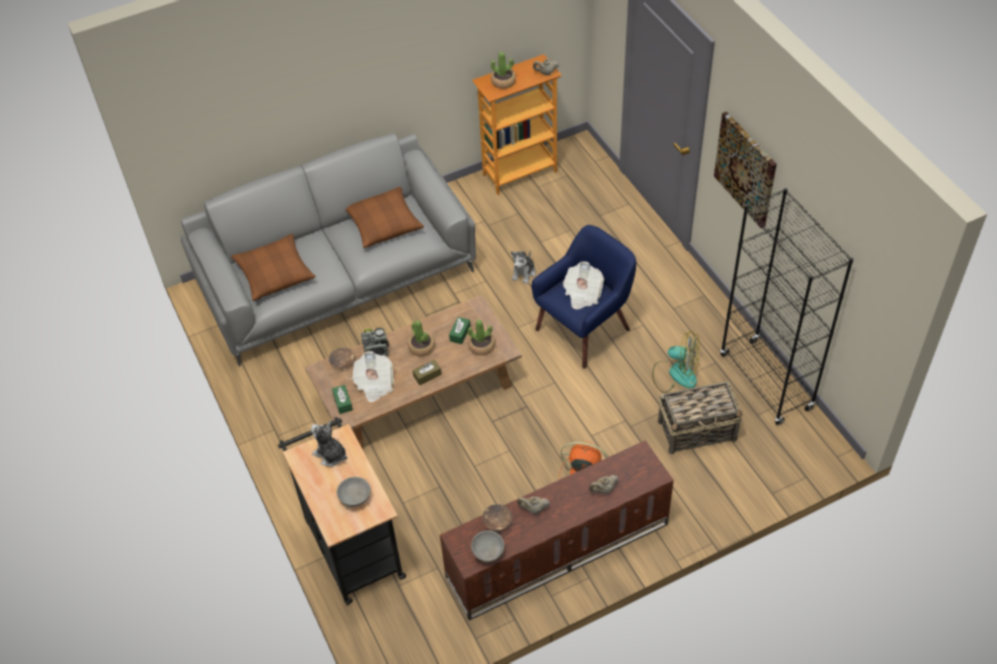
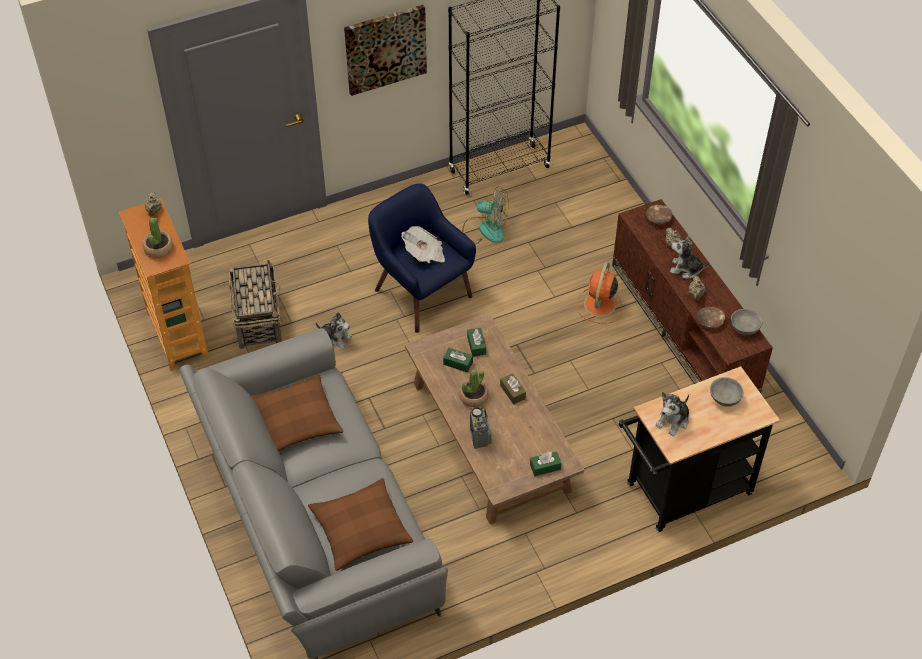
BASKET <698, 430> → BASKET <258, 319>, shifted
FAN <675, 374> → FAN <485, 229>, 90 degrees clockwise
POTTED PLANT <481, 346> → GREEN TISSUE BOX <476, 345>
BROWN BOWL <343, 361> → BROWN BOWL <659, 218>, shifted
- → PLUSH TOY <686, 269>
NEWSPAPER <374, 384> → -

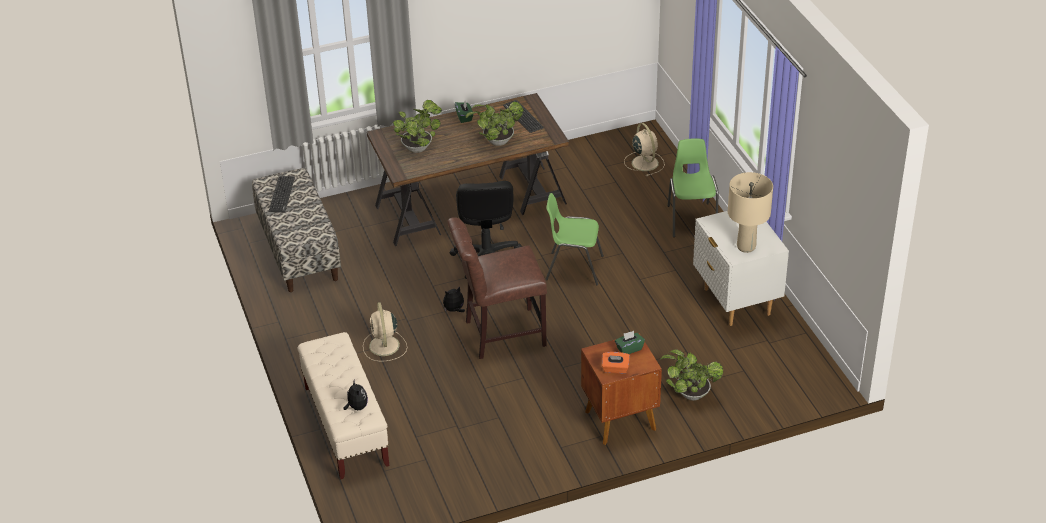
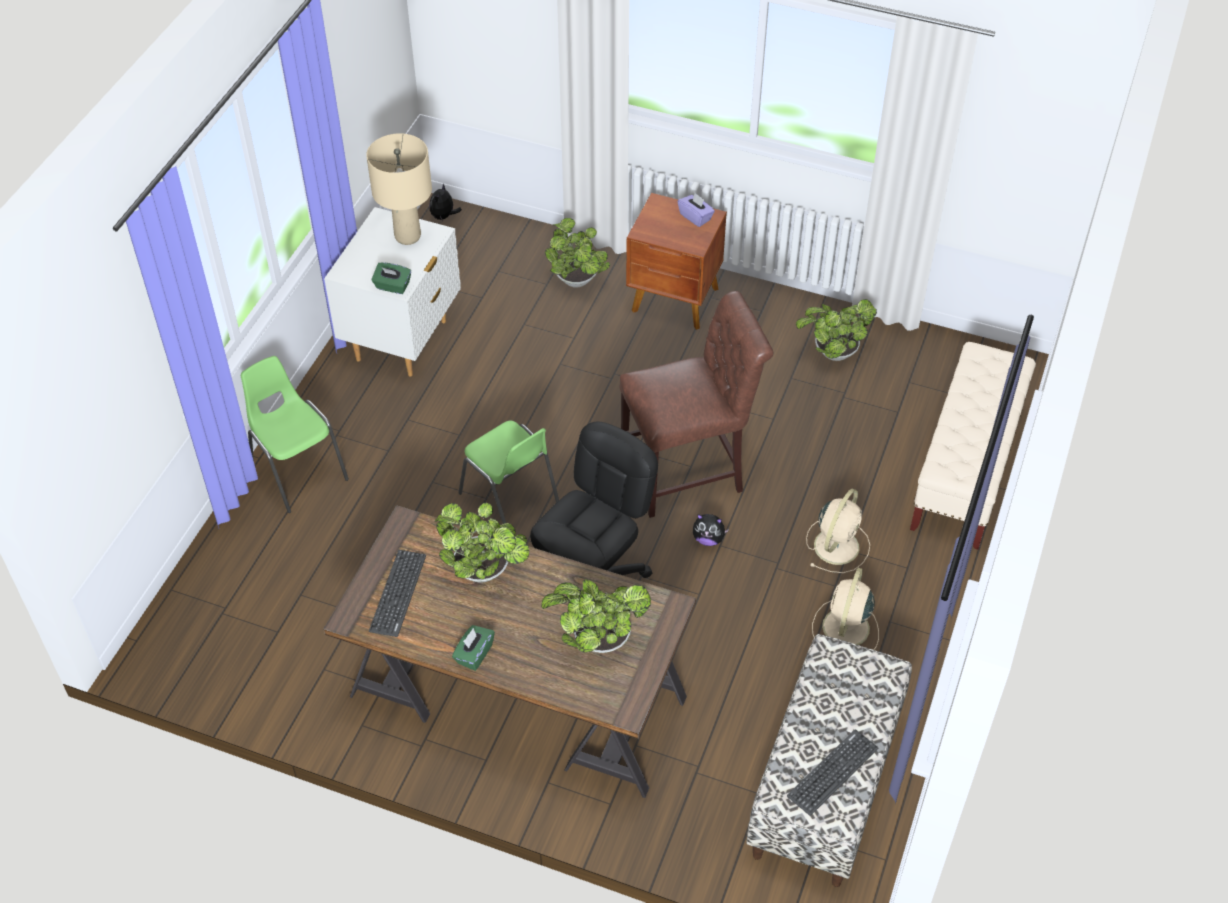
GREEN CHAIR <691, 219> → GREEN CHAIR <298, 471>, 105 degrees clockwise
GREEN TISSUE BOX <629, 348> → GREEN TISSUE BOX <392, 286>, shifted
PLUSH TOY <356, 407> → PLUSH TOY <444, 216>, shifted
BROWN CHAIR <500, 334> → BROWN CHAIR <689, 472>, 45 degrees counterclockwise
ORANGE TISSUE BOX <615, 369> → PURPLE TISSUE BOX <695, 217>
- → POTTED PLANT <832, 353>
BEIGE FAN <644, 162> → BEIGE FAN <845, 629>, shifted

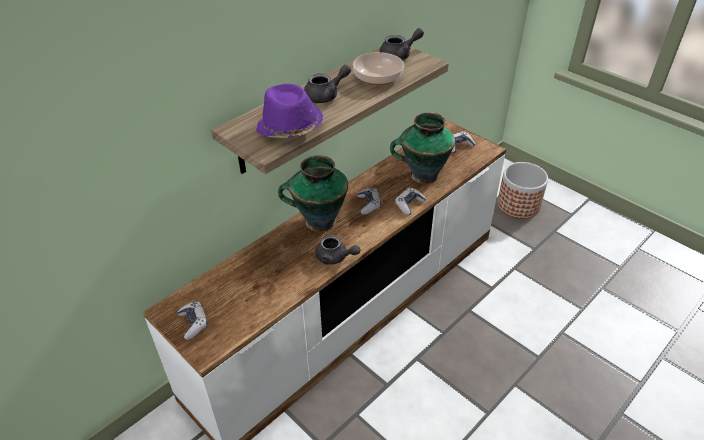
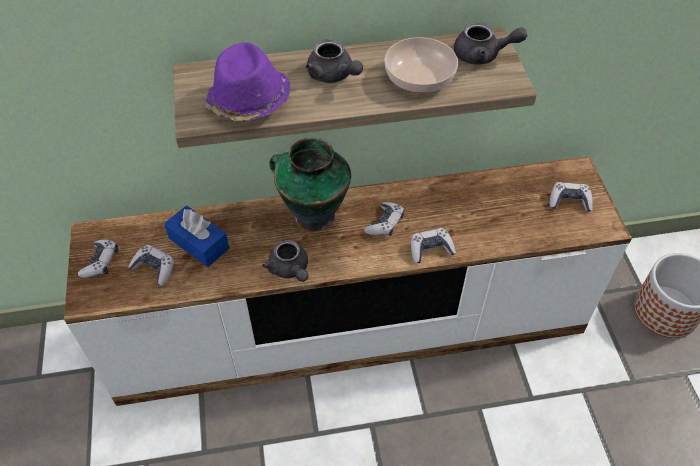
- → GAME CONTROLLER <154, 268>
- → BLUE TISSUE BOX <199, 243>
GREY TEAPOT <326, 96> → GREY TEAPOT <333, 76>, 45 degrees clockwise
VASE <422, 175> → -

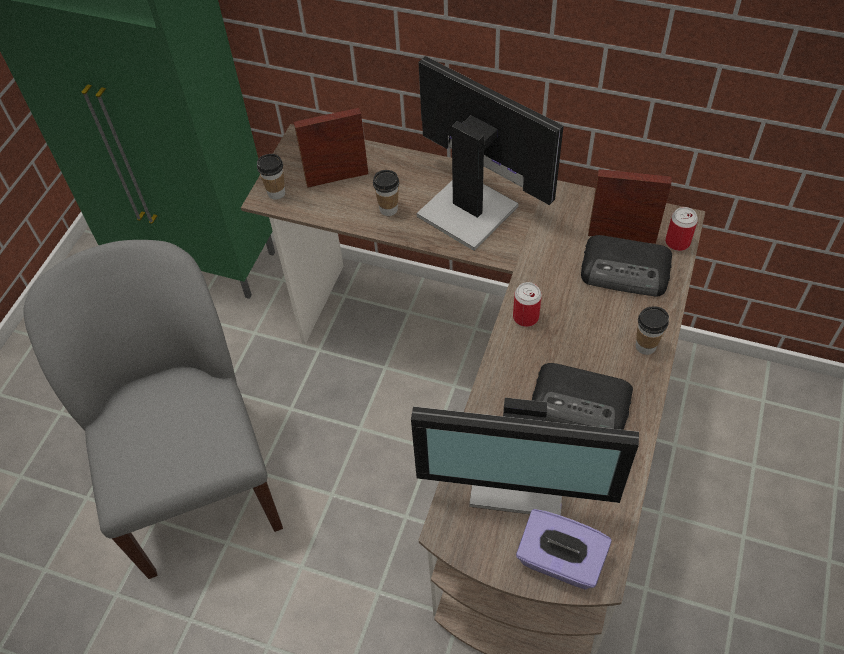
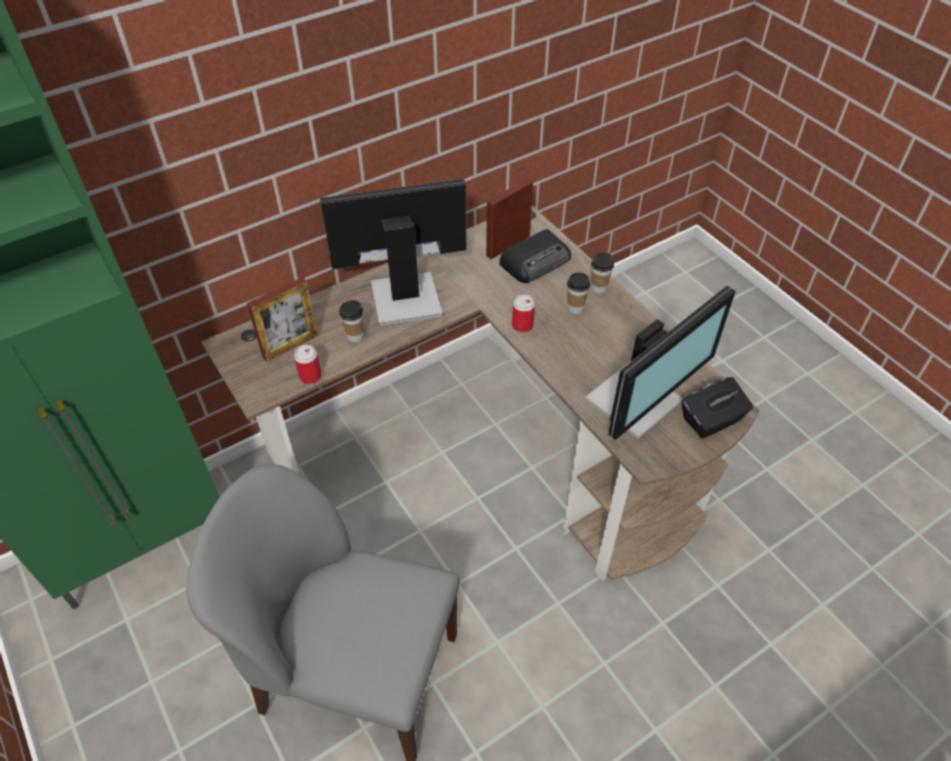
PICTURE FRAME <337, 178> → PICTURE FRAME <290, 346>, 150 degrees counterclockwise
CAN <677, 242> → CAN <310, 376>, shifted
CUP <276, 193> → CUP <575, 308>, shifted
PURPLE TISSUE BOX <560, 561> → BLACK TISSUE BOX <712, 420>
RADIO <582, 404> → -

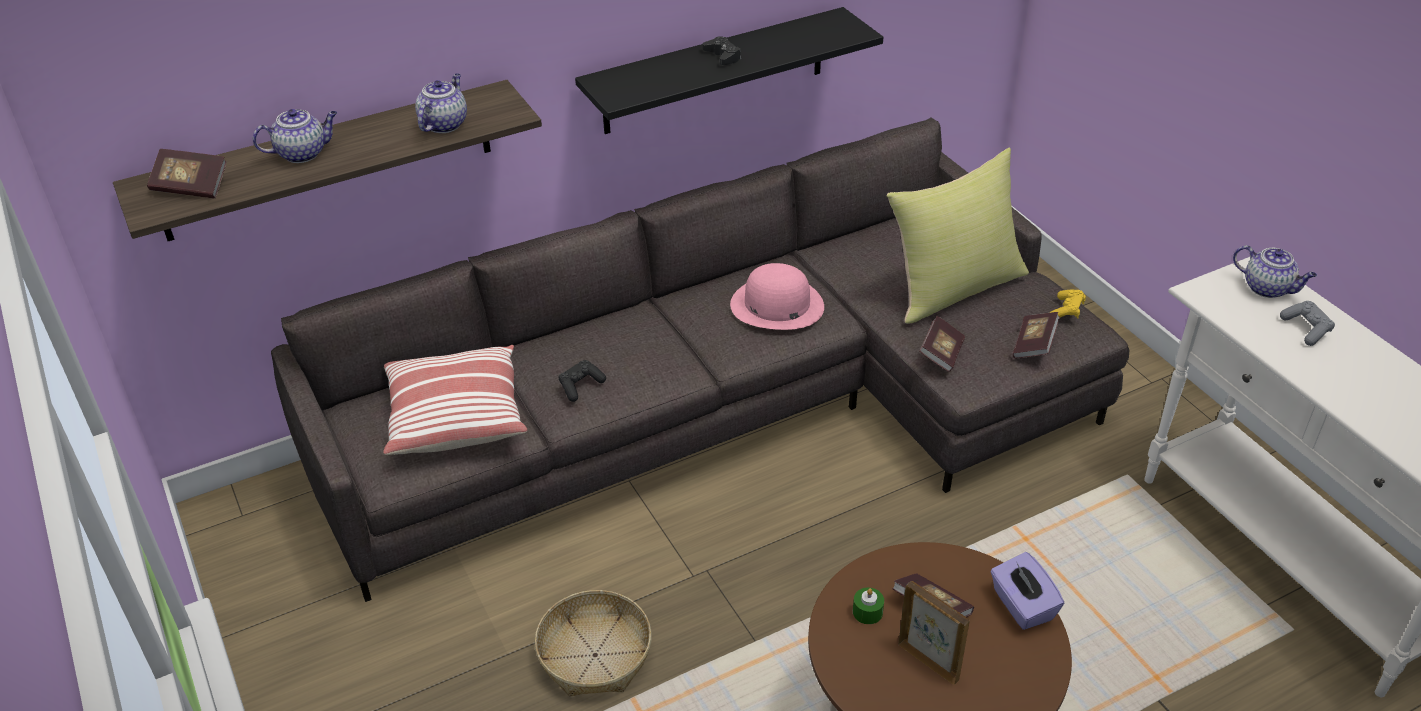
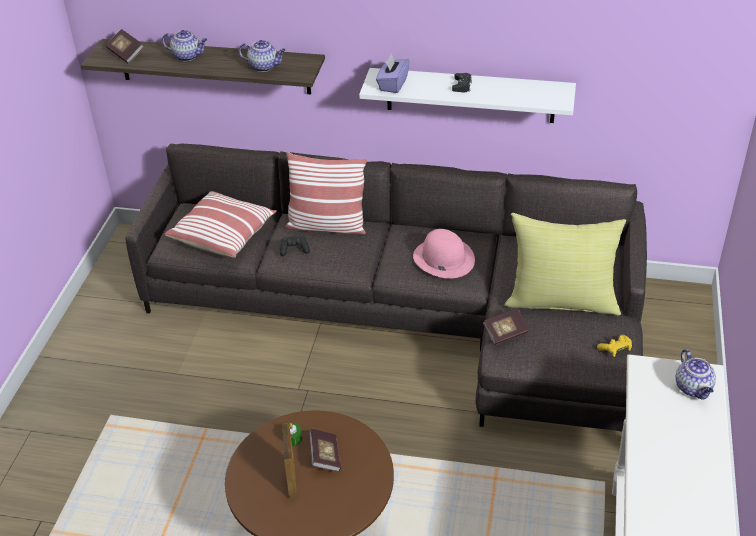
TEAPOT <444, 124> → TEAPOT <264, 66>, 45 degrees clockwise
- → PILLOW <327, 225>
BLACK SHELF <714, 71> → WHITE SHELF <470, 95>
PURPLE TISSUE BOX <1021, 606> → PURPLE TISSUE BOX <392, 84>, shifted
BASKET <594, 655> → -
BOOK <1034, 345> → -
GREY GAME CONTROLLER <1306, 329> → -

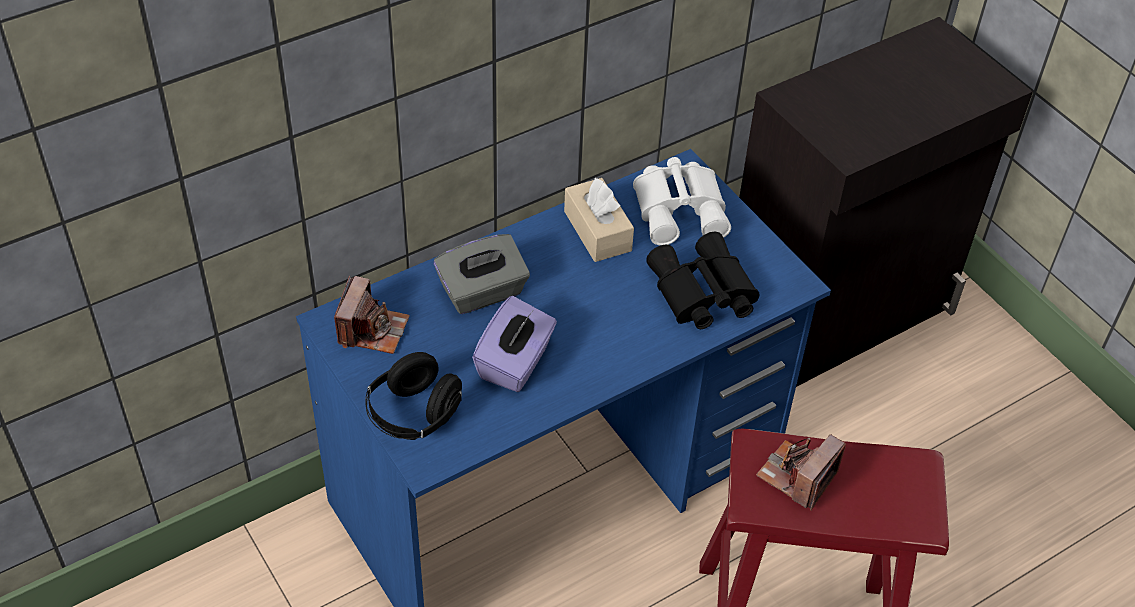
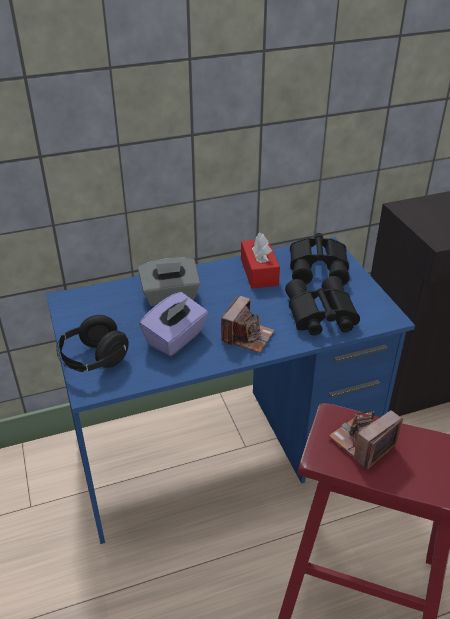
PHOTO CAMERA <372, 330> → PHOTO CAMERA <247, 336>, shifted
BEIGE TISSUE BOX <597, 231> → RED TISSUE BOX <259, 272>
WHITE BINOCULARS <681, 209> → BLACK BINOCULARS <319, 267>

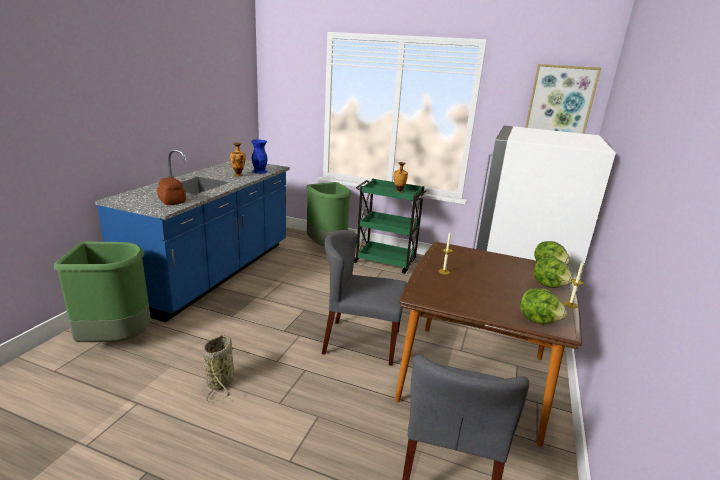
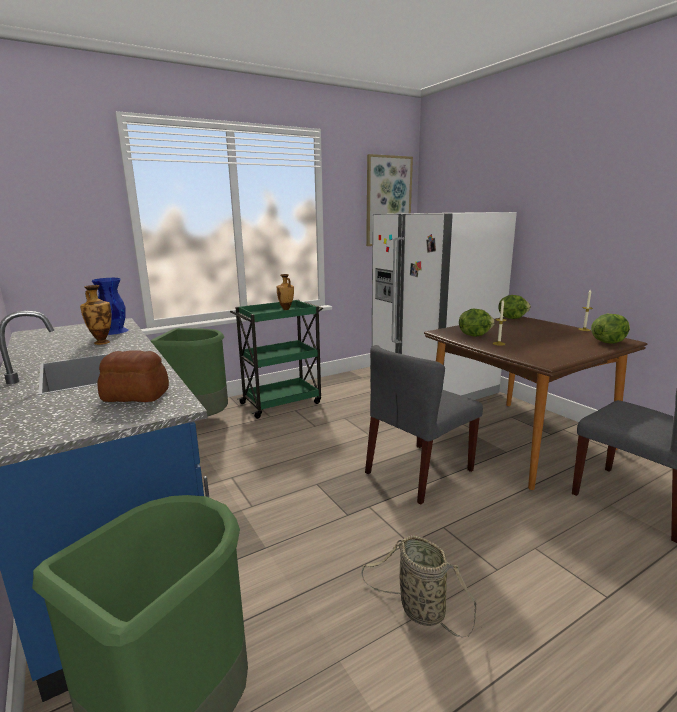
LETTUCE <549, 285> → LETTUCE <474, 335>, shifted

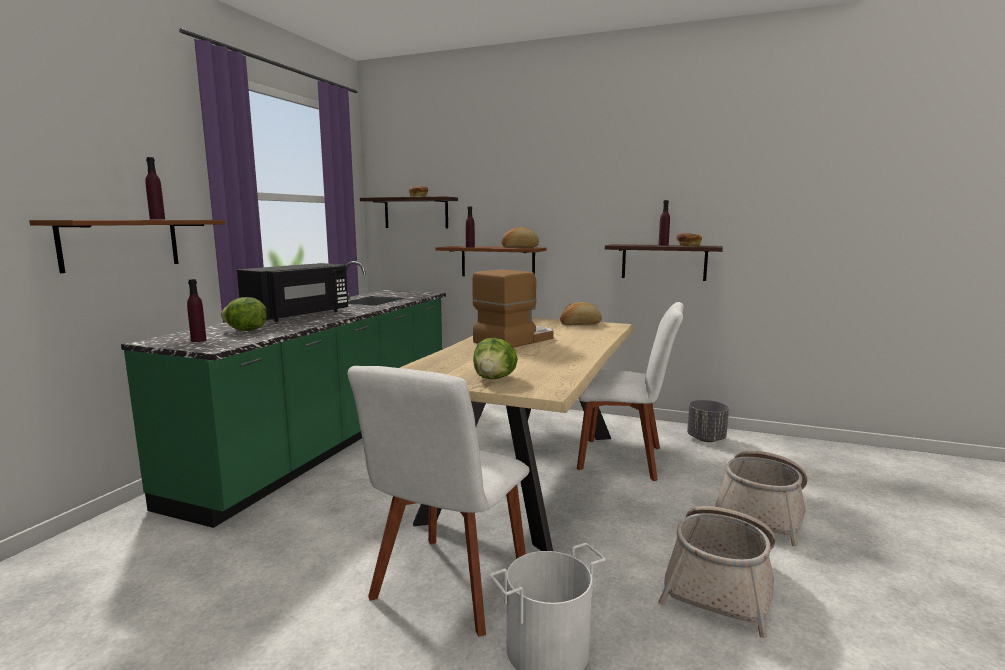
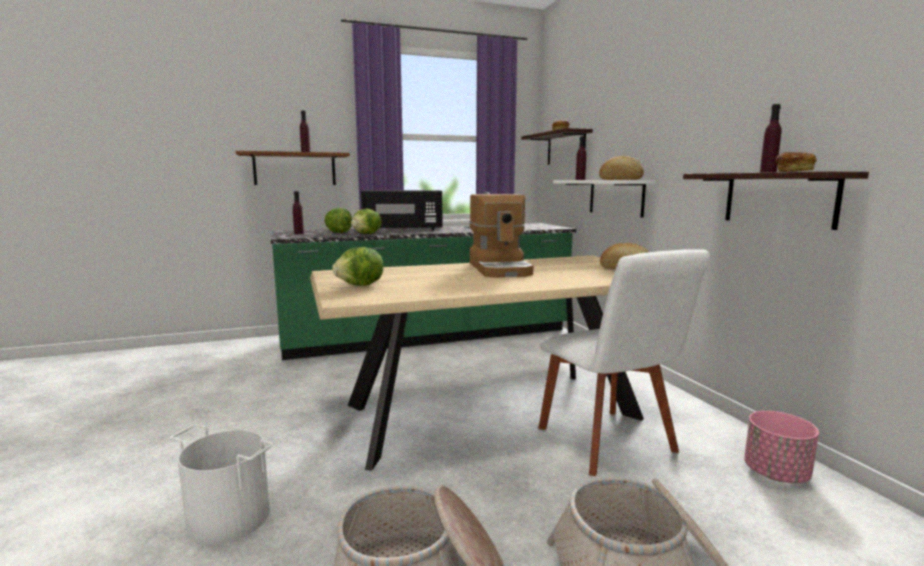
- → LETTUCE <367, 234>
COFFEE MACHINE <514, 340> → COFFEE MACHINE <501, 269>, 75 degrees clockwise
BROWN SHELF <497, 262> → WHITE SHELF <616, 197>
GREY PLANTER <706, 439> → PINK PLANTER <776, 474>
WHITE CHAIR <447, 587> → -

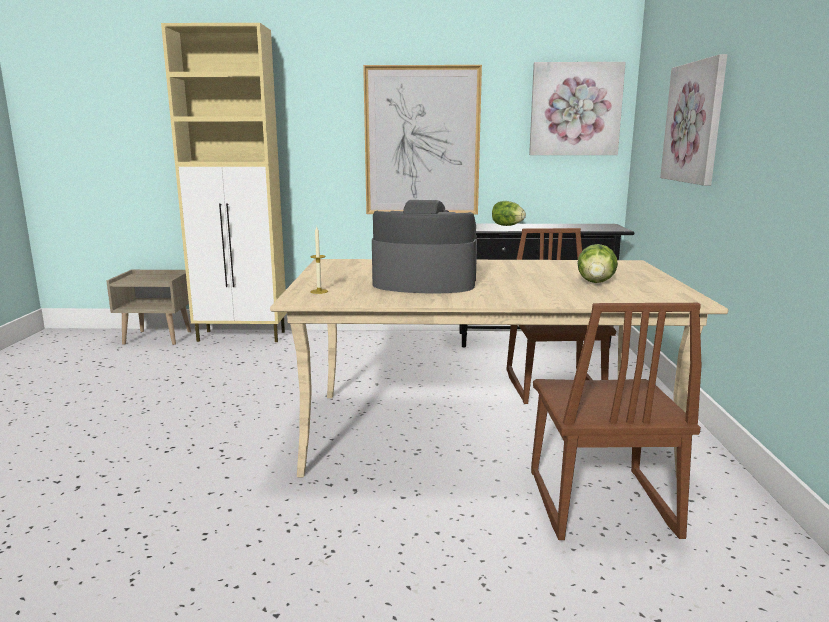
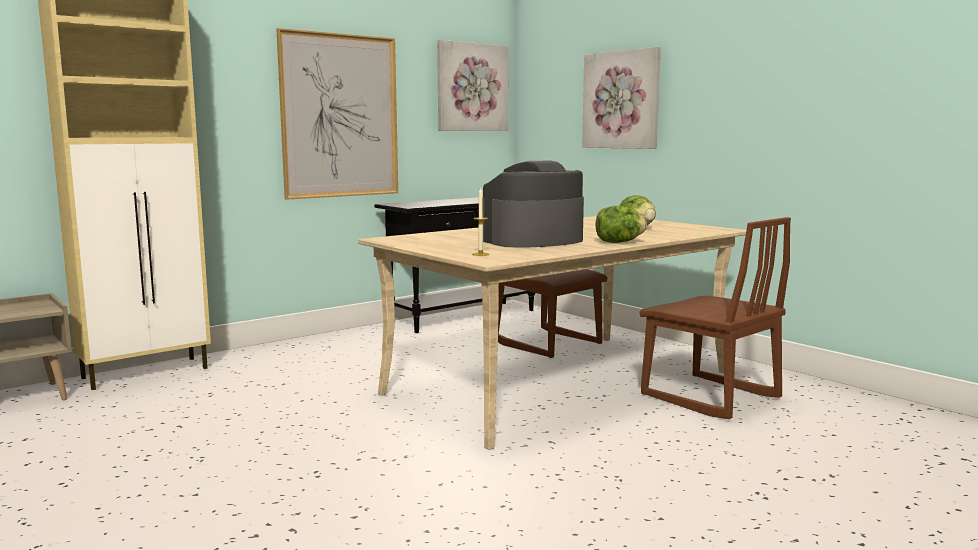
LETTUCE <507, 226> → LETTUCE <618, 242>, shifted

